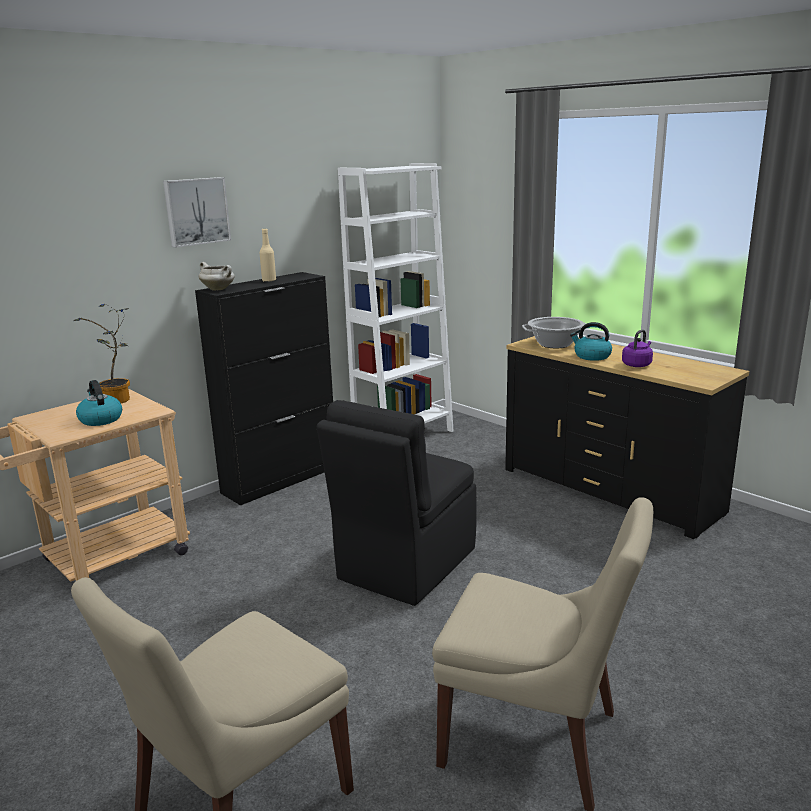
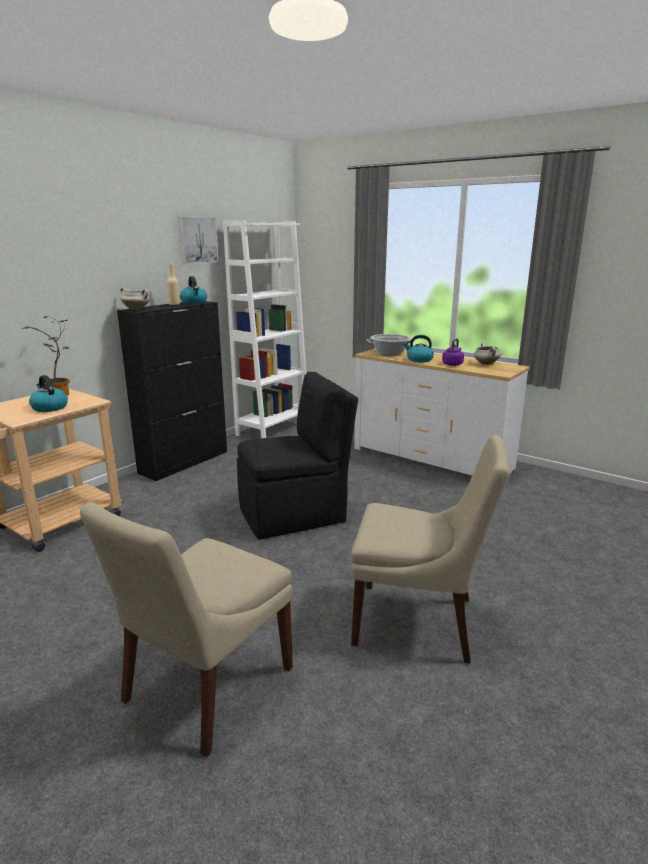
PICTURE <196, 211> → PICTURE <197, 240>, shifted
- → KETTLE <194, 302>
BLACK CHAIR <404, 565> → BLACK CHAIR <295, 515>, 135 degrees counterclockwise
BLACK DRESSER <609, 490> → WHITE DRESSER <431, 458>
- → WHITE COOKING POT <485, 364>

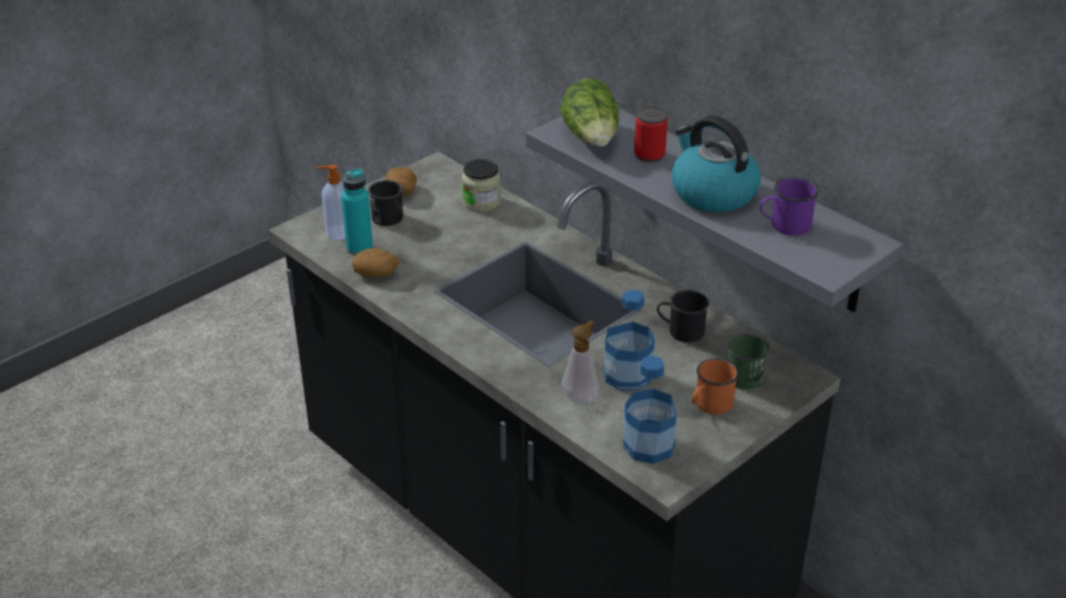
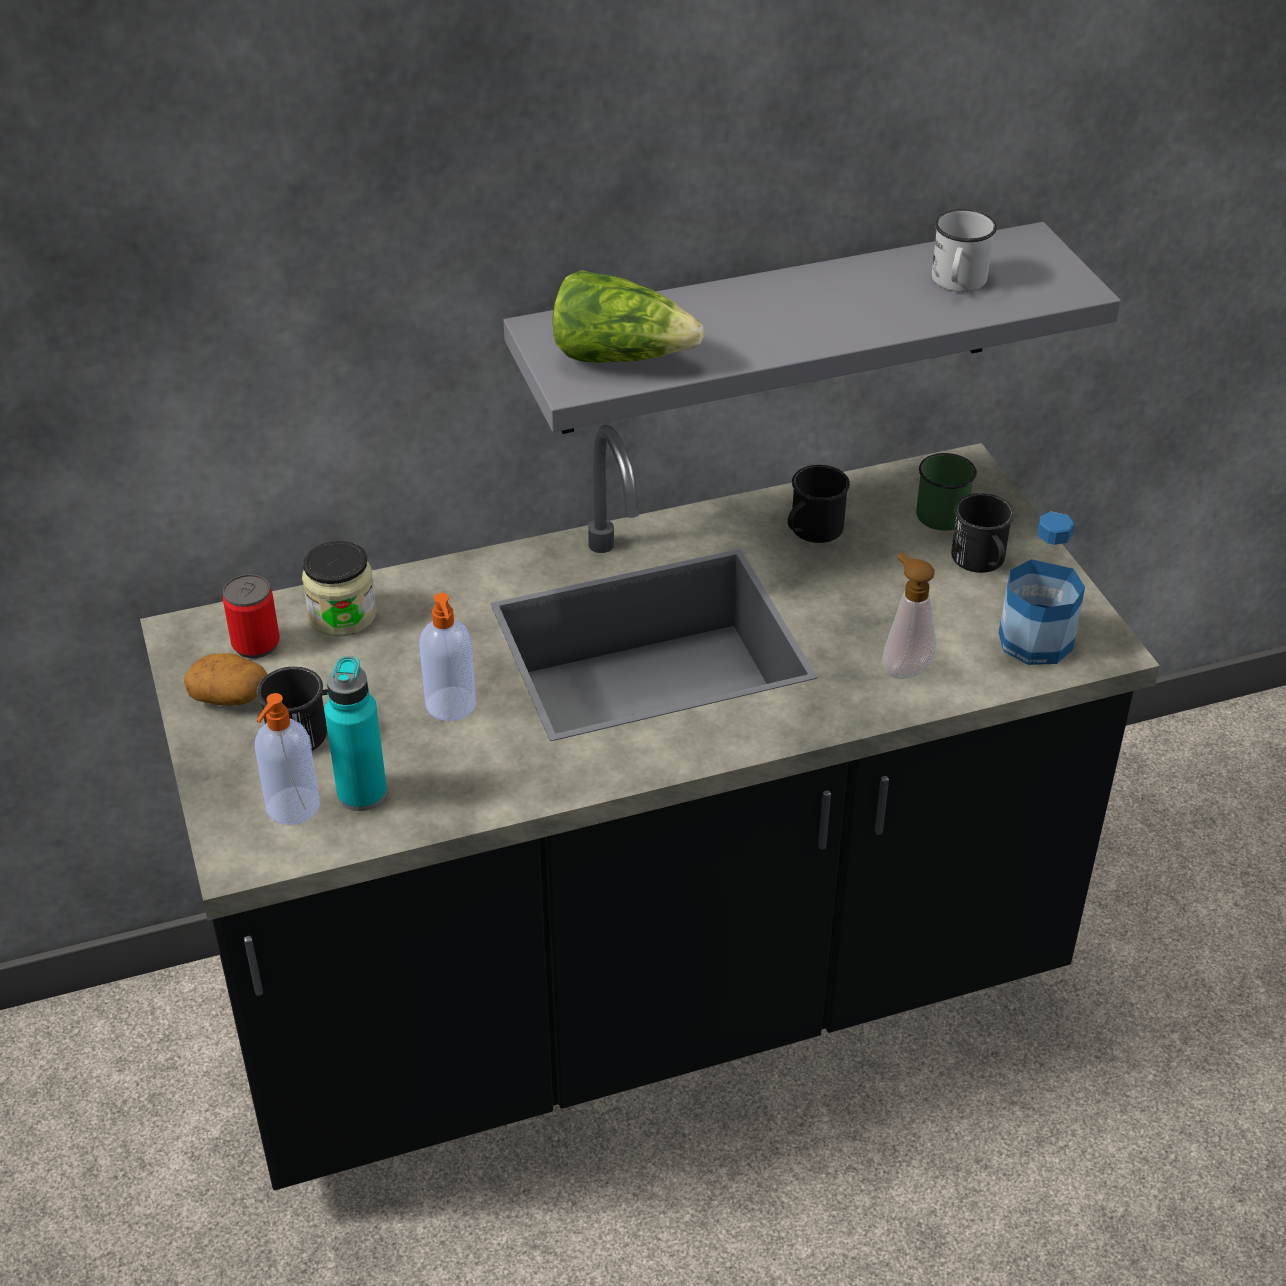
CAN <649, 155> → CAN <256, 644>, shifted
- → SOAP DISPENSER <451, 705>
PURPLE MUG <784, 226> → WHITE MUG <957, 283>
ORANGE MUG <709, 405> → BLACK MUG <981, 562>
POTATO <376, 273> → -
BOTTLE <627, 375> → -
KETTLE <712, 193> → -

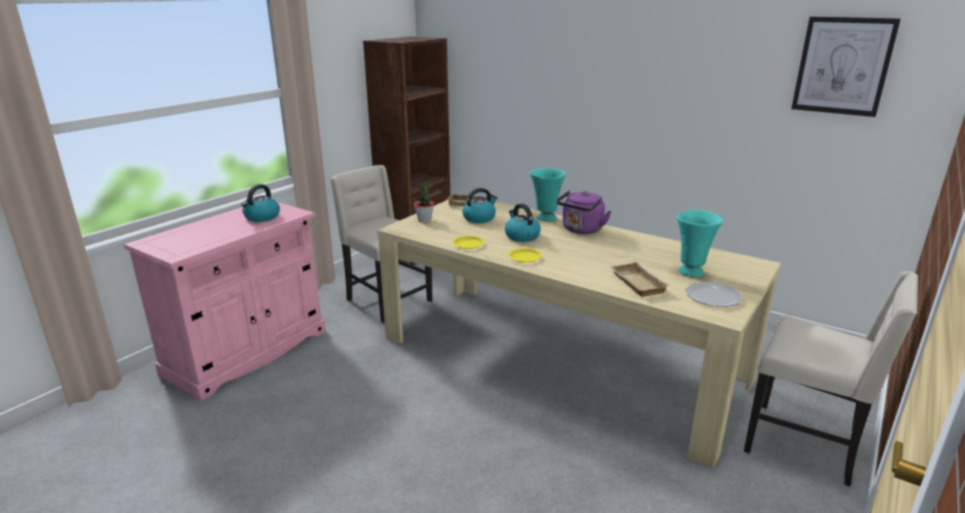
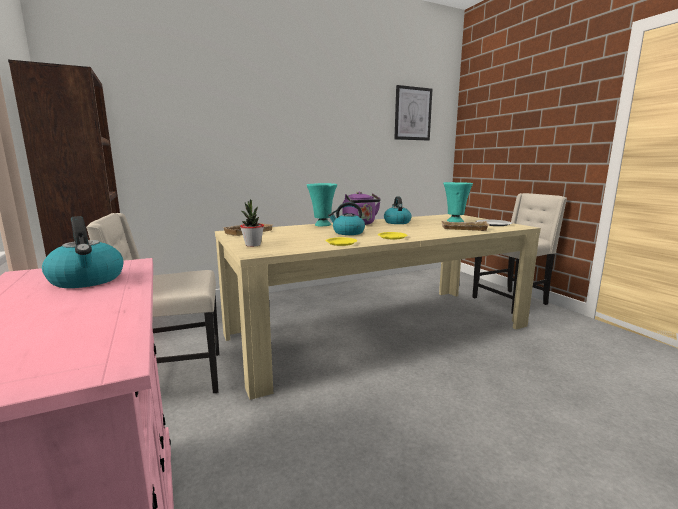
KETTLE <479, 218> → KETTLE <397, 222>, shifted

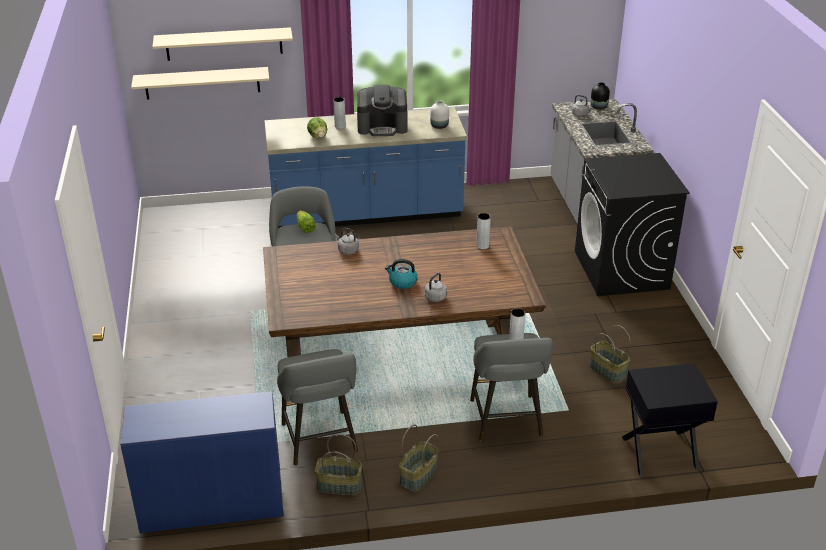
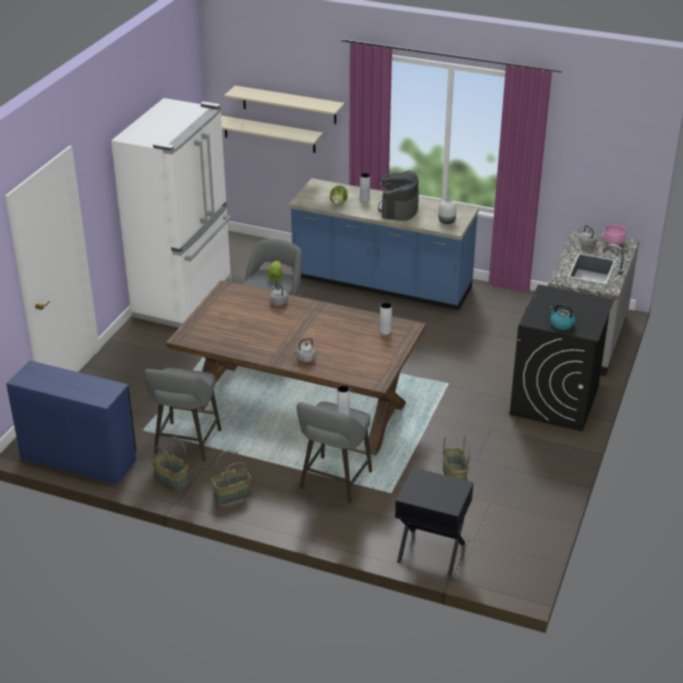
- → WHITE FRIDGE <185, 299>
COFFEE MACHINE <382, 127> → COFFEE MACHINE <398, 209>, 75 degrees clockwise
KETTLE <402, 282> → KETTLE <561, 324>, shifted
BLACK VASE <598, 107> → PINK BOWL <613, 242>

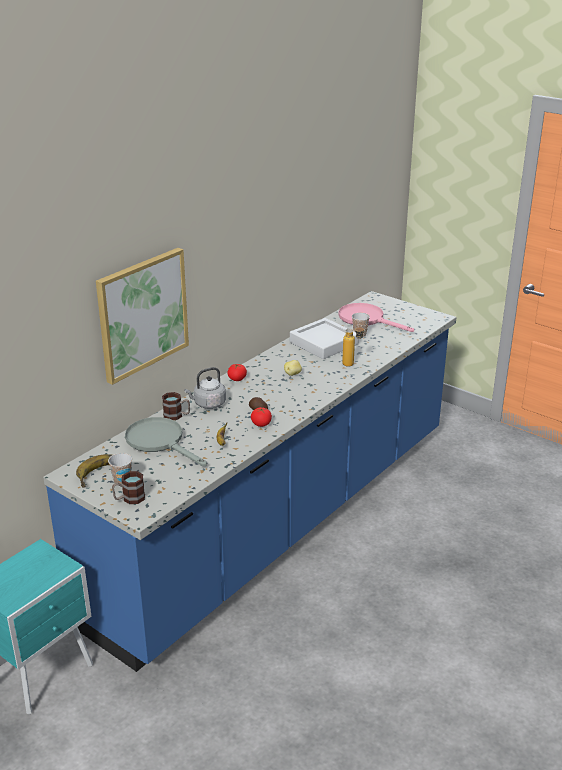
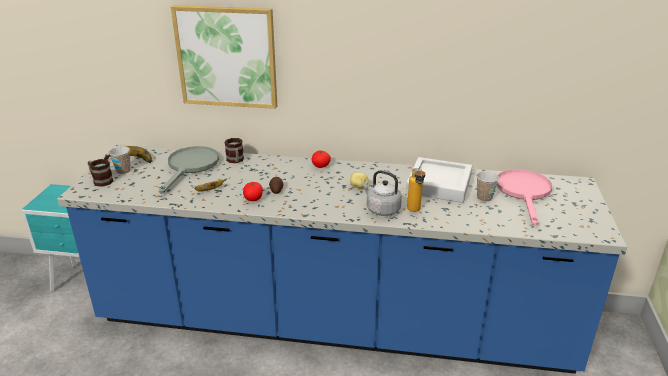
GREY KETTLE <208, 404> → GREY KETTLE <381, 209>, shifted

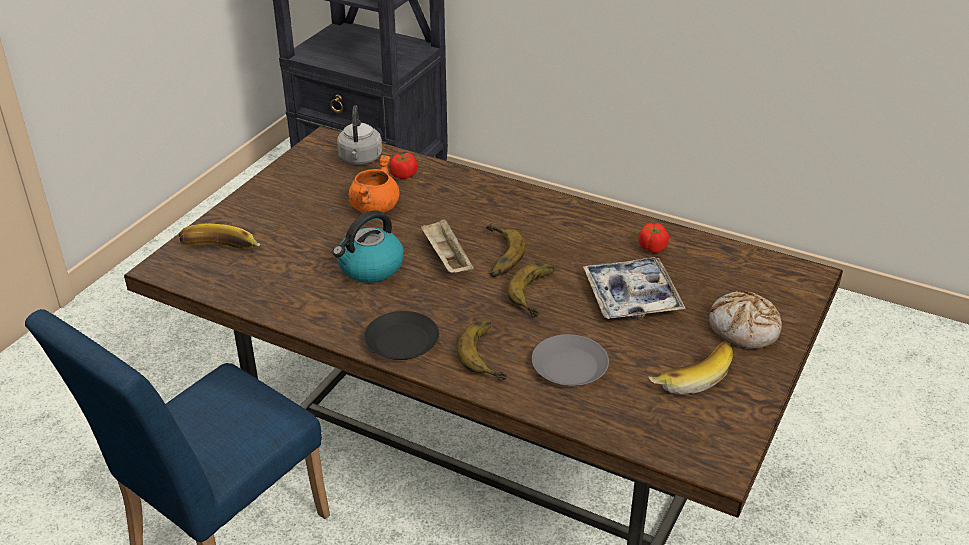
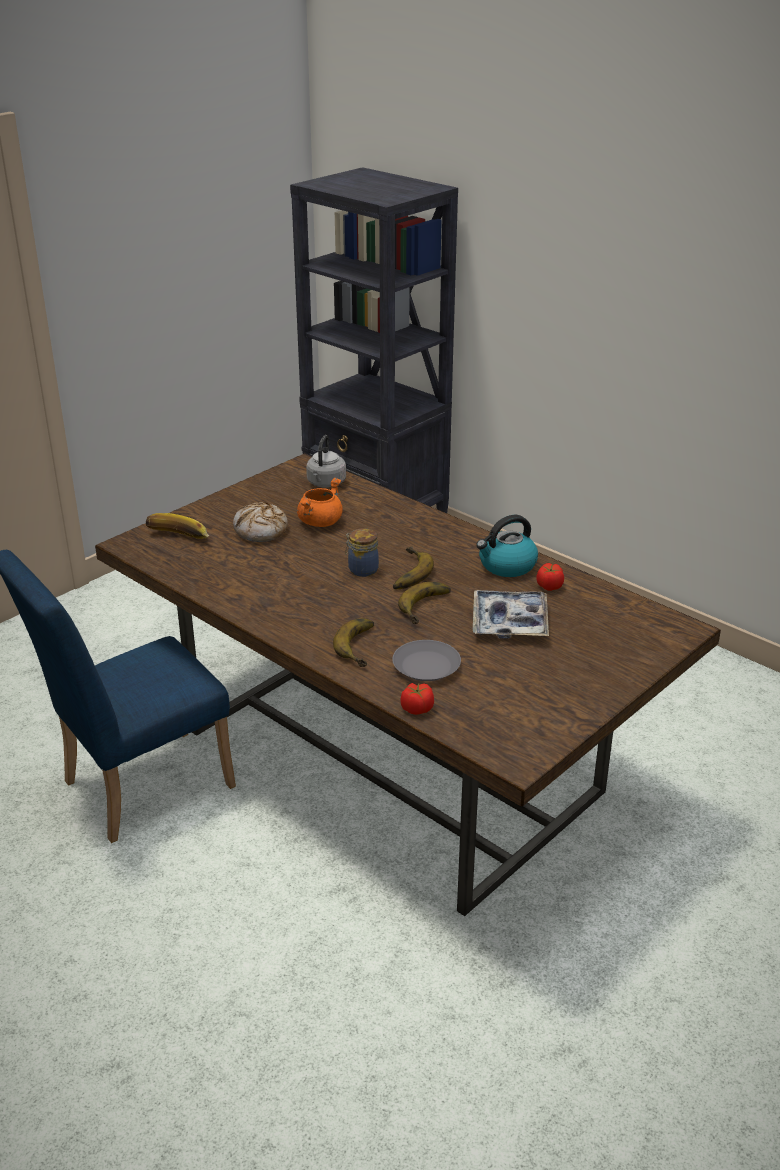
BREAD <744, 328> → BREAD <261, 530>, shifted
BEIGE TRAY <446, 258> → JAR <362, 569>
TOMATO <403, 175> → TOMATO <417, 709>, shifted
KETTLE <370, 268> → KETTLE <506, 566>, shifted
BLACK PLATE <401, 342> → -
BANANA <690, 375> → -

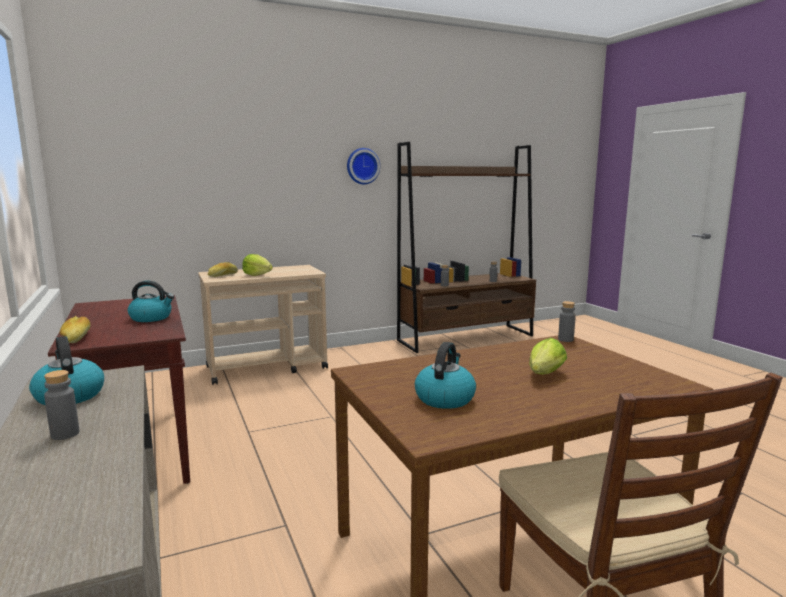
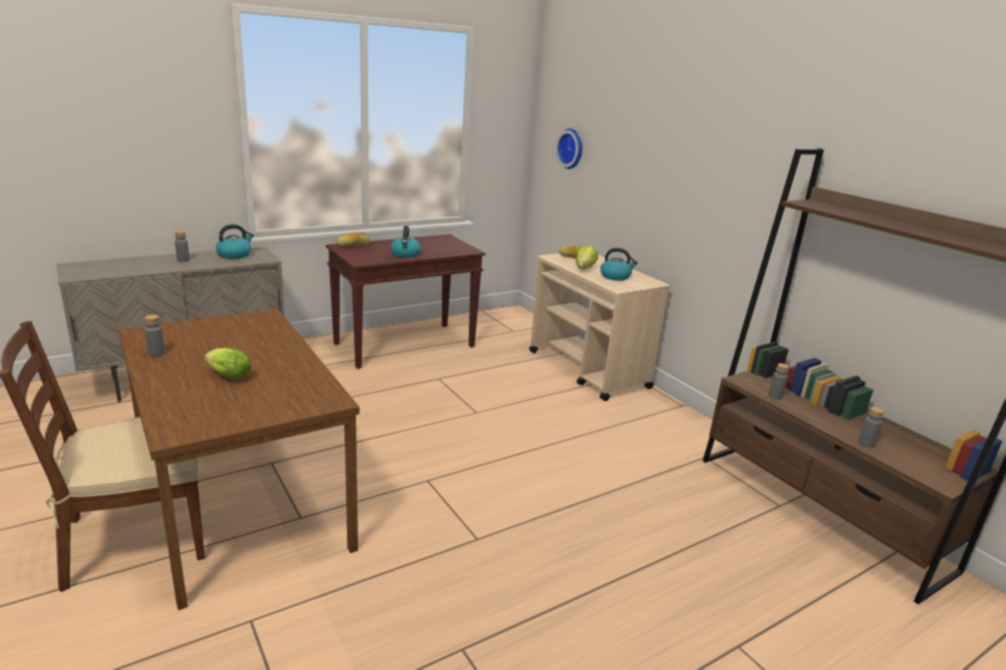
GREY BOTTLE <565, 339> → GREY BOTTLE <156, 353>, shifted
WALL CLOCK <362, 166> → WALL CLOCK <572, 148>, shifted
KETTLE <444, 398> → KETTLE <615, 276>, shifted

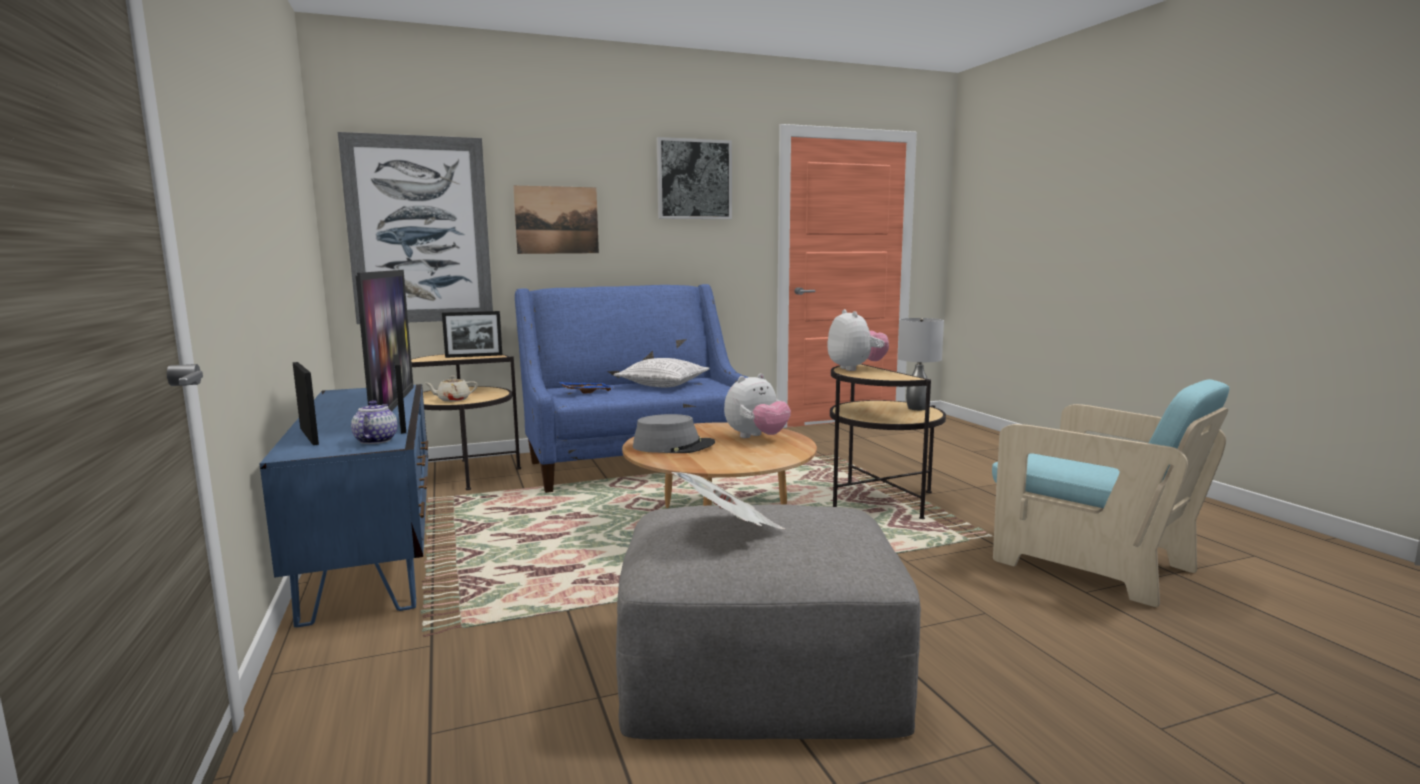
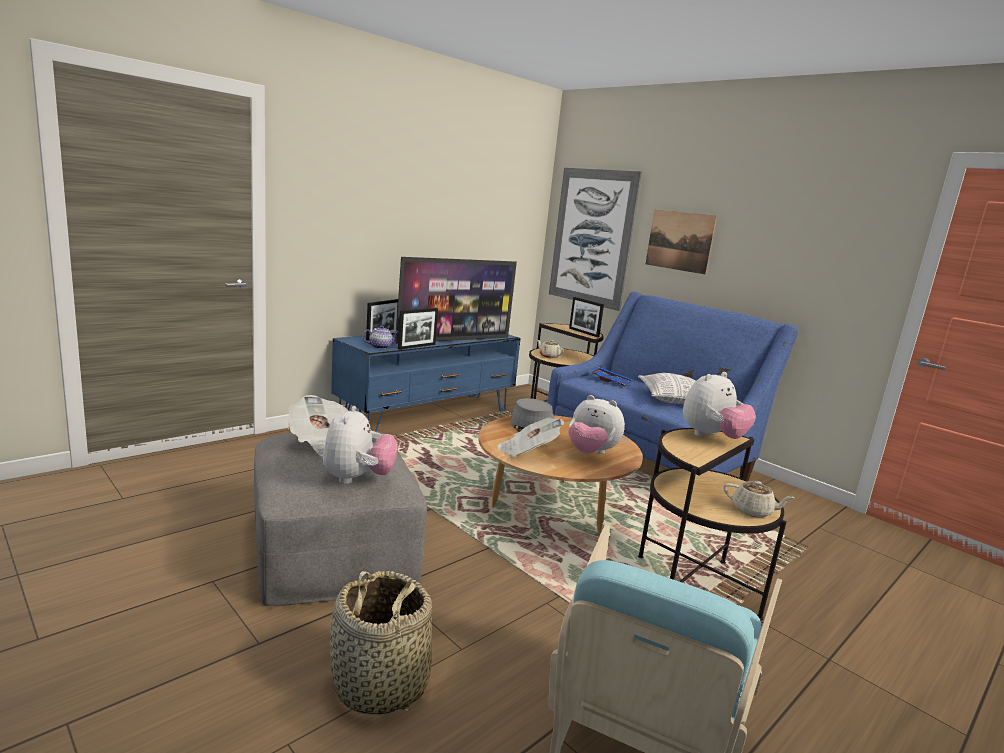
- → PLUSH TOY <357, 479>
- → BASKET <380, 684>
- → NEWSPAPER <528, 452>
GREY TABLE LAMP <917, 408> → BEIGE TEAPOT <752, 511>
PICTURE <694, 179> → -

